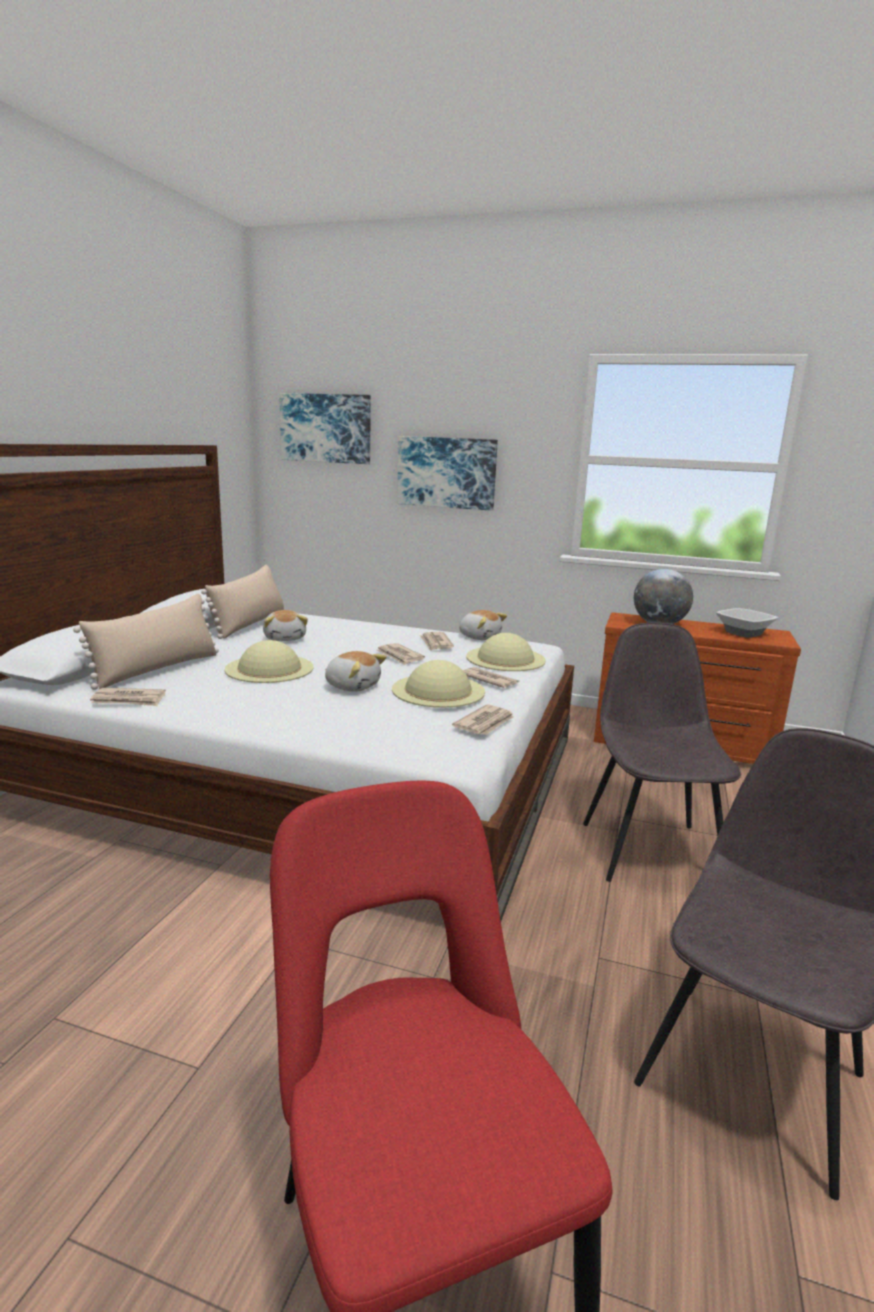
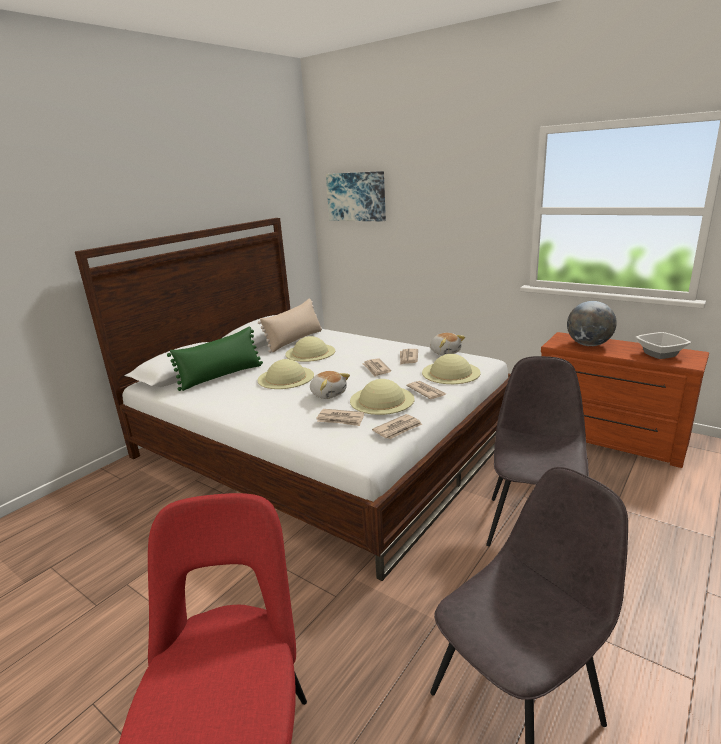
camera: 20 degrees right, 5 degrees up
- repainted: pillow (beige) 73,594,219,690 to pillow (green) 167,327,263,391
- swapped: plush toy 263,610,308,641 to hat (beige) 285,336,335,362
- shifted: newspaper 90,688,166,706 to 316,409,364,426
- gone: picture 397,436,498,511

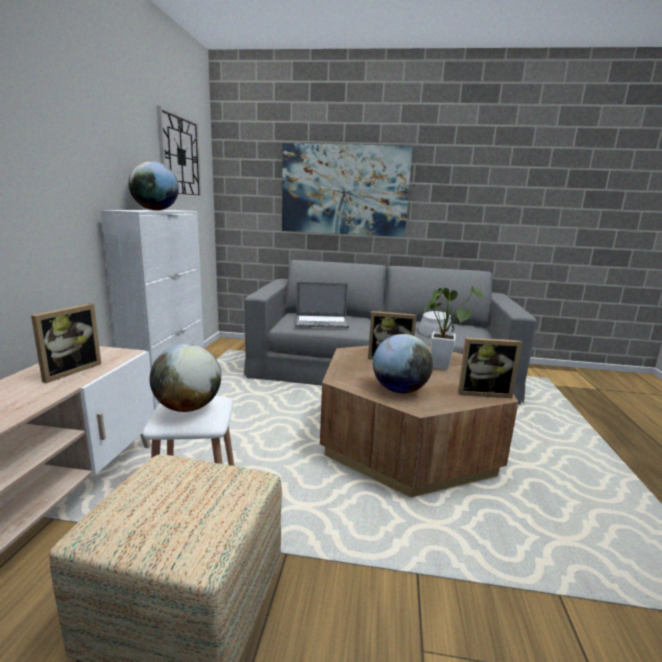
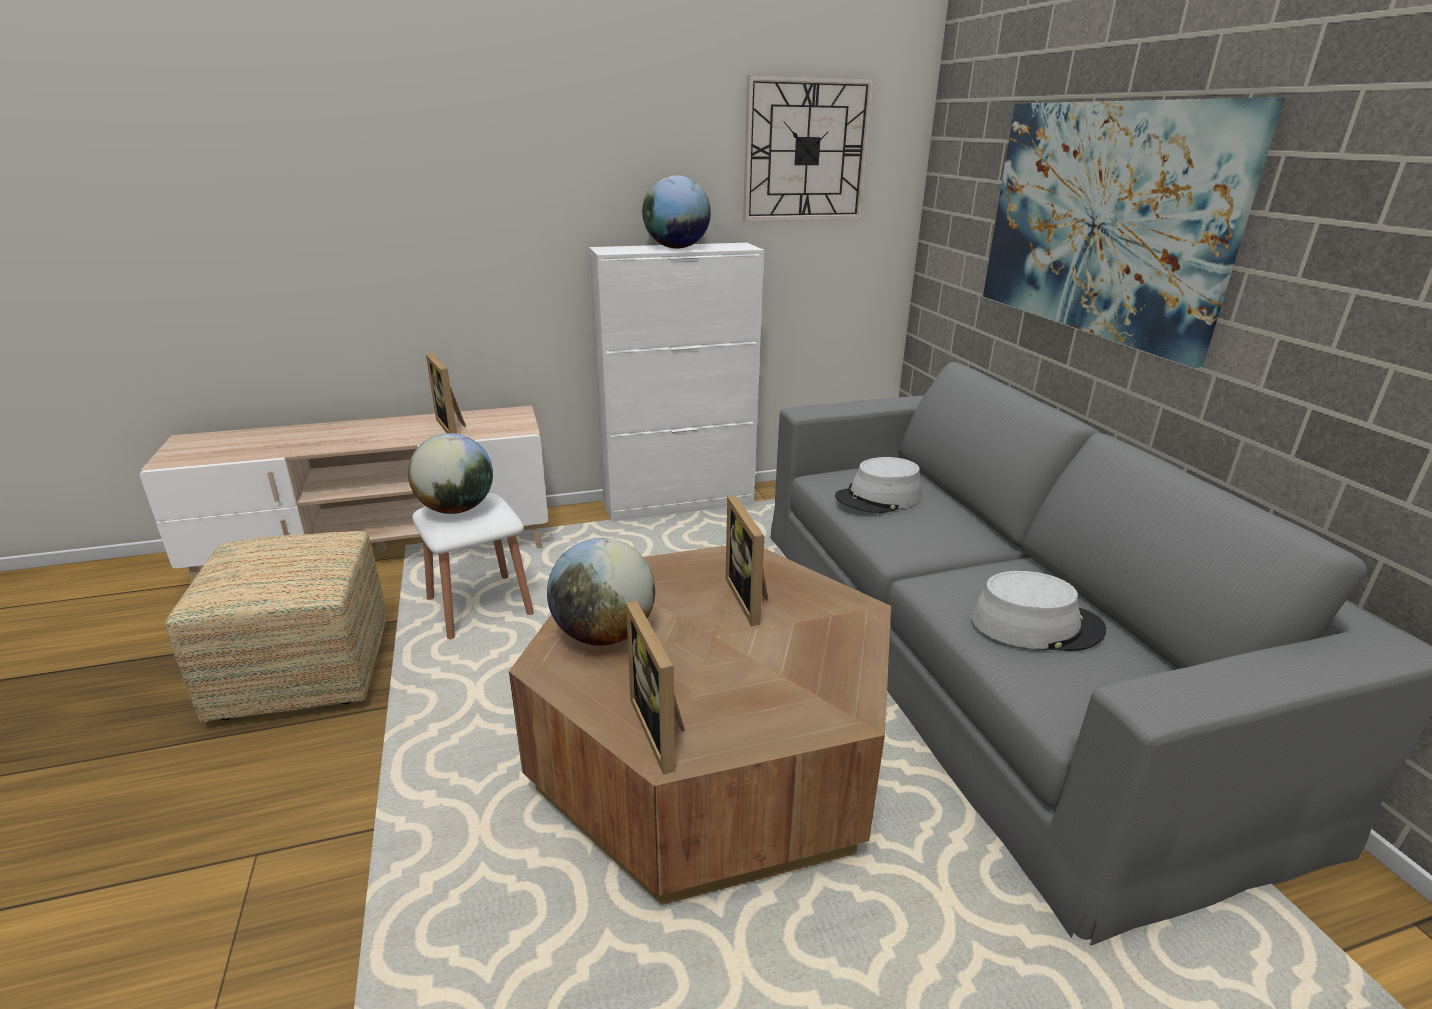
camera: 65 degrees right, 10 degrees up
- rotated: picture frame 31,303,101,383 = 426,354,466,434 60 degrees clockwise
- swapped: laptop 295,282,349,328 to hat (grey) 835,457,922,514
- gone: potted plant 423,287,484,370

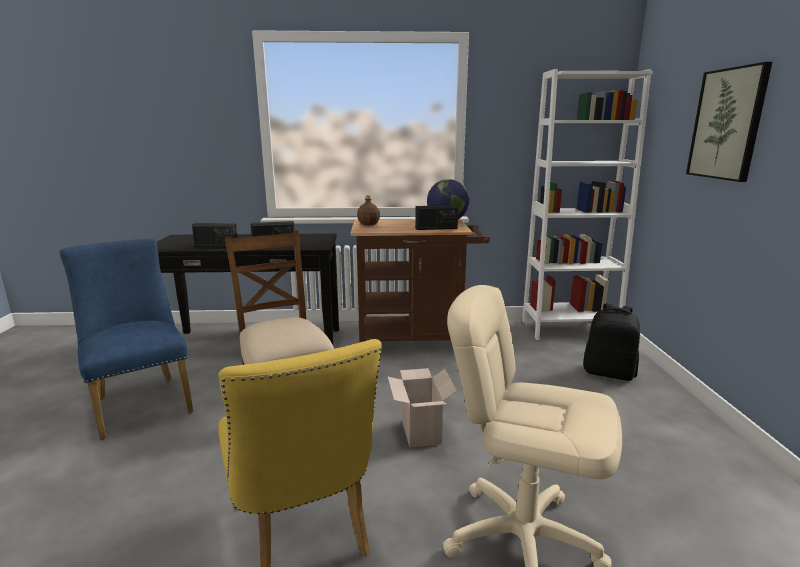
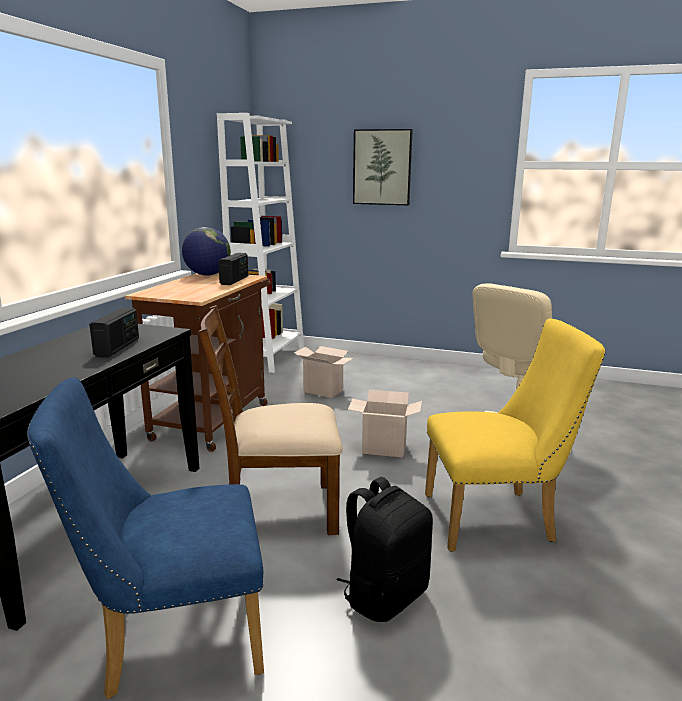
camera: 70 degrees left, 0 degrees up
- new: cardboard box 294,346,354,398
- shifted: backpack (black) 583,303,640,381 to 336,477,433,622
- gone: radio 192,223,237,248
- gone: bottle (brown) 357,195,380,226

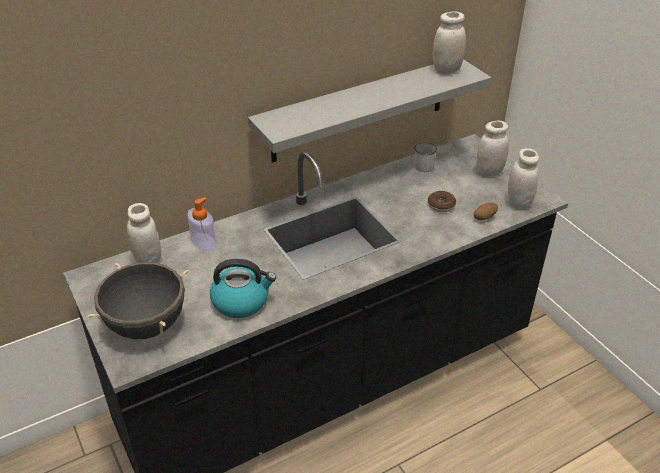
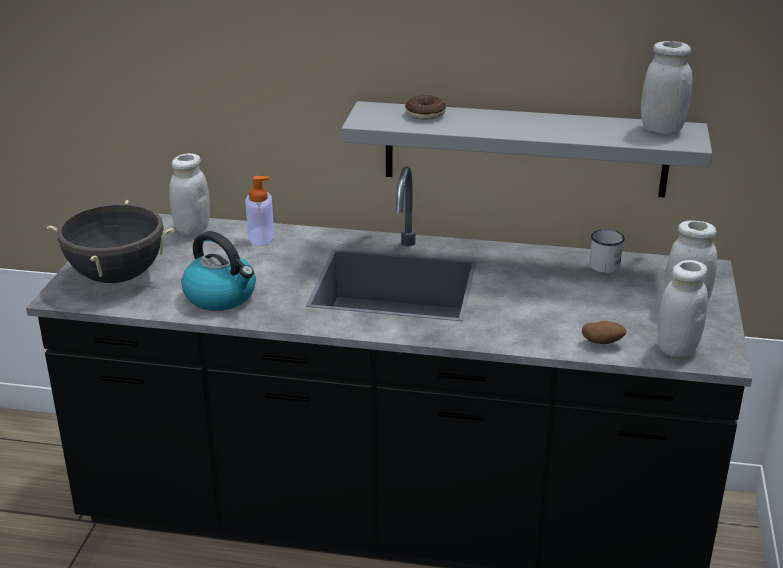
camera: 40 degrees right, 10 degrees down
- shifted: donut 428,191,456,212 to 405,95,446,120

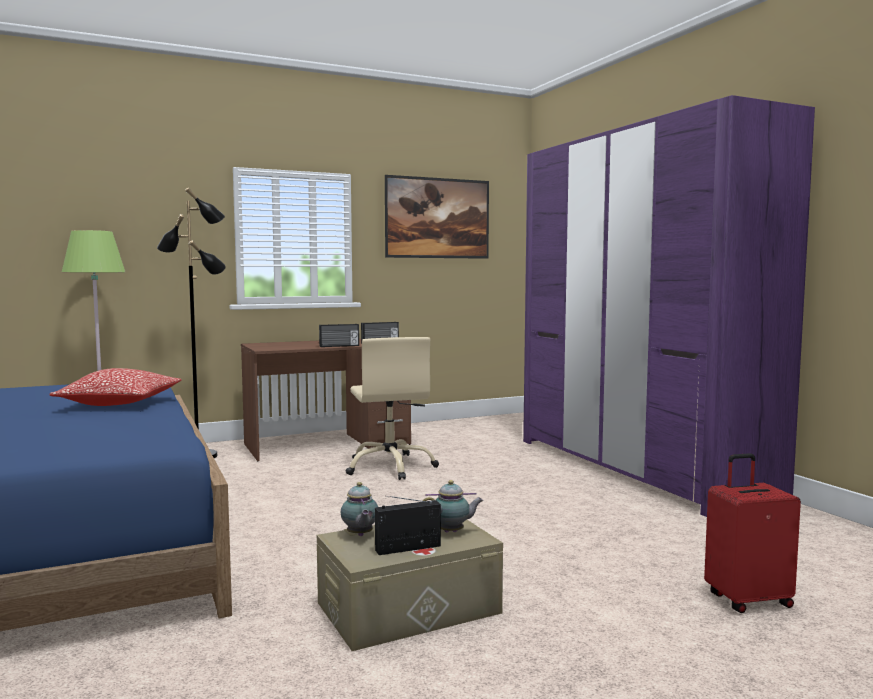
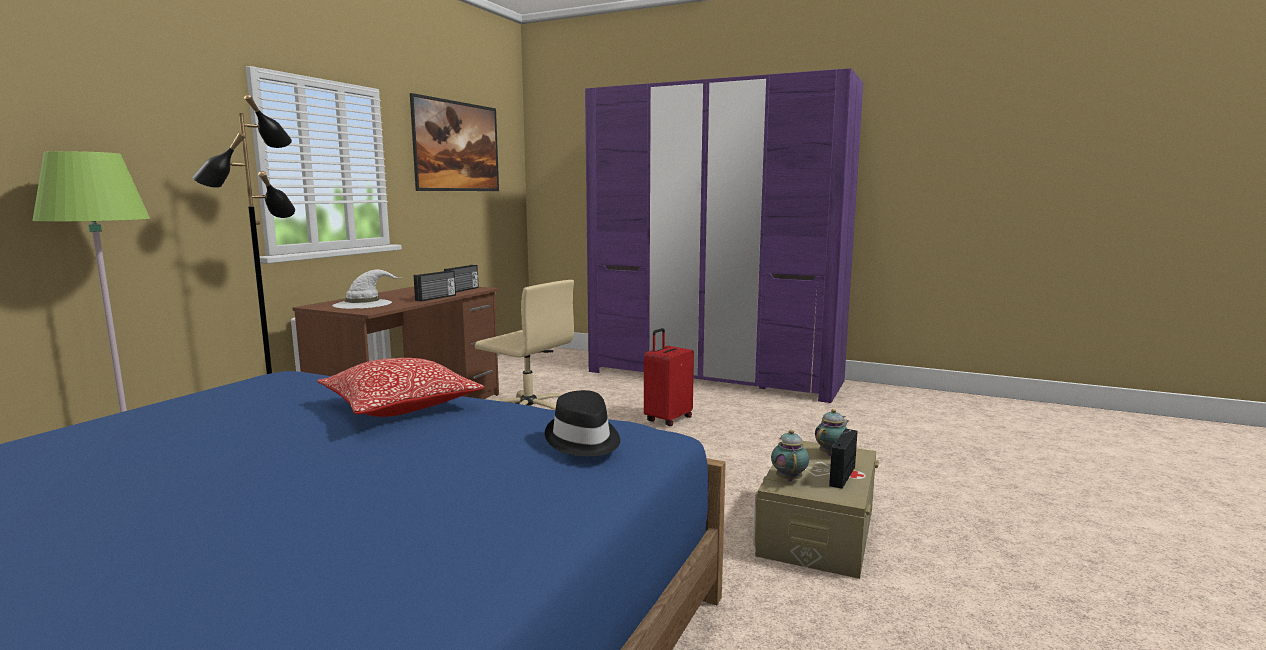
camera: 40 degrees left, 5 degrees up
- new: hat (white) 333,269,402,309
- new: hat (black) 545,390,620,456
- shifted: suitcase (red) 704,453,801,613 to 644,328,694,426
- rotated: teapot 341,482,378,536 = 771,430,809,482 120 degrees counterclockwise

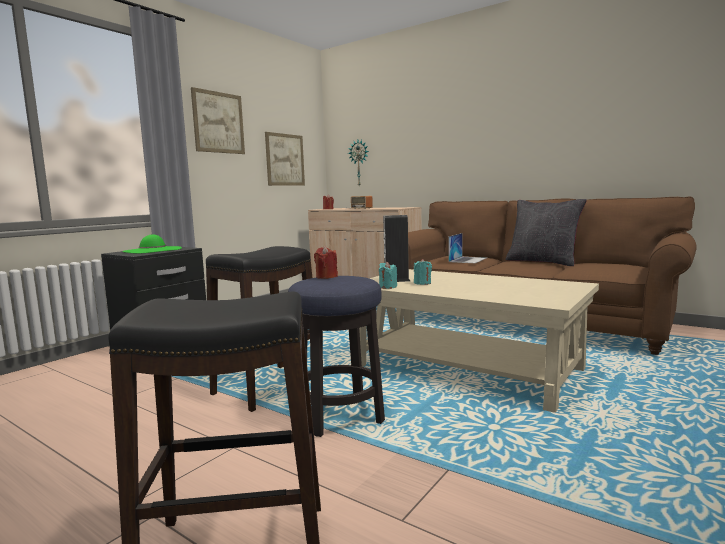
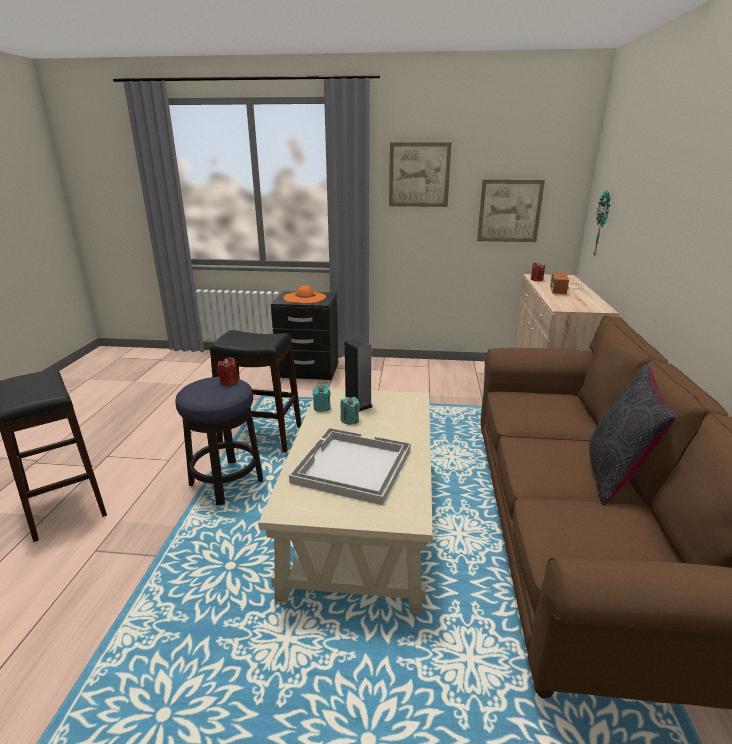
camera: 60 degrees right, 15 degrees up
- repainted: hat (green) 122,235,182,253 to hat (orange) 284,285,326,303
- new: tray (white) 289,428,411,505
- gone: laptop 449,233,486,263

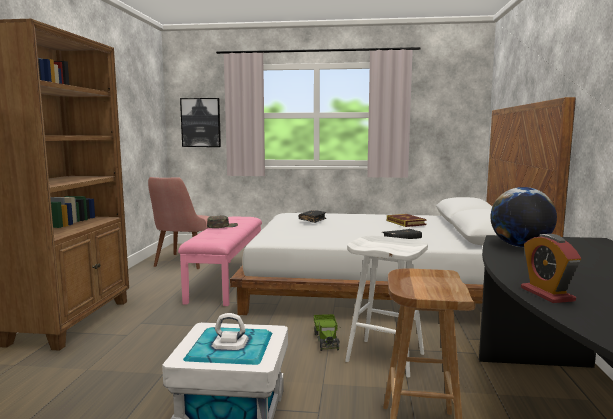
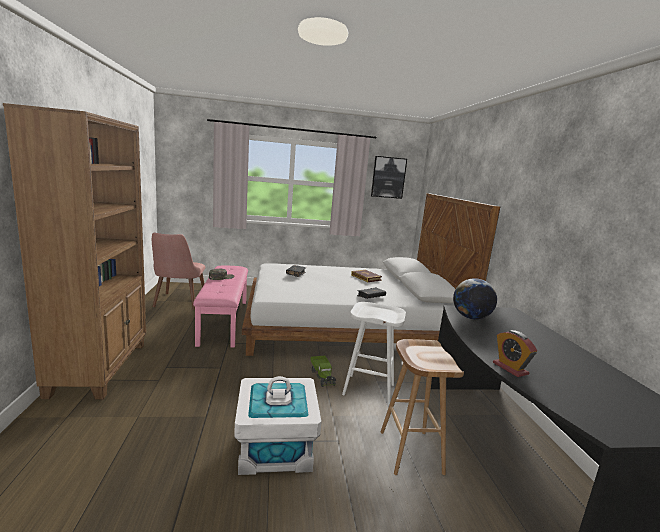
camera: 15 degrees left, 5 degrees up
- shifted: picture 180,98,221,147 to 371,156,407,199

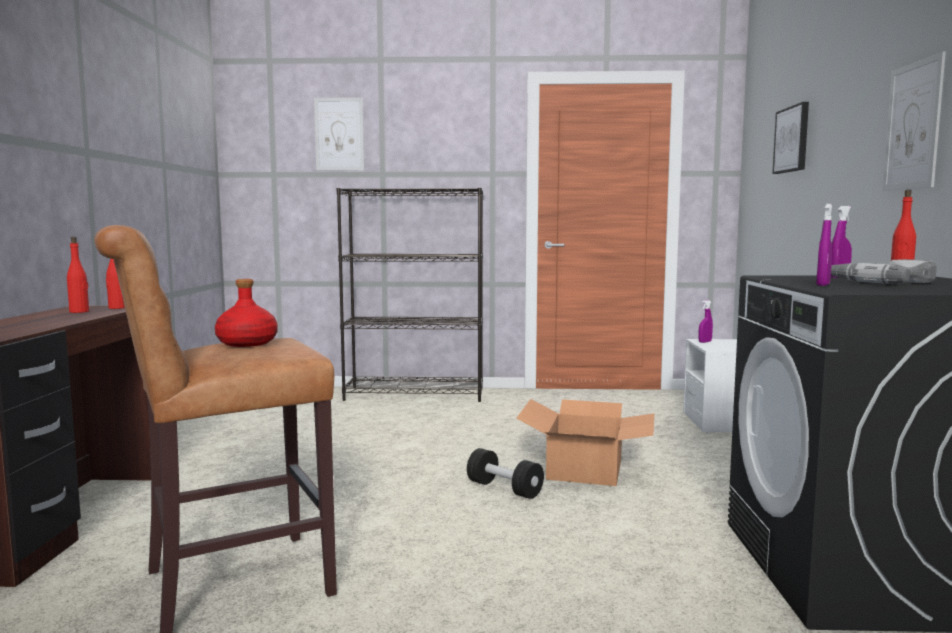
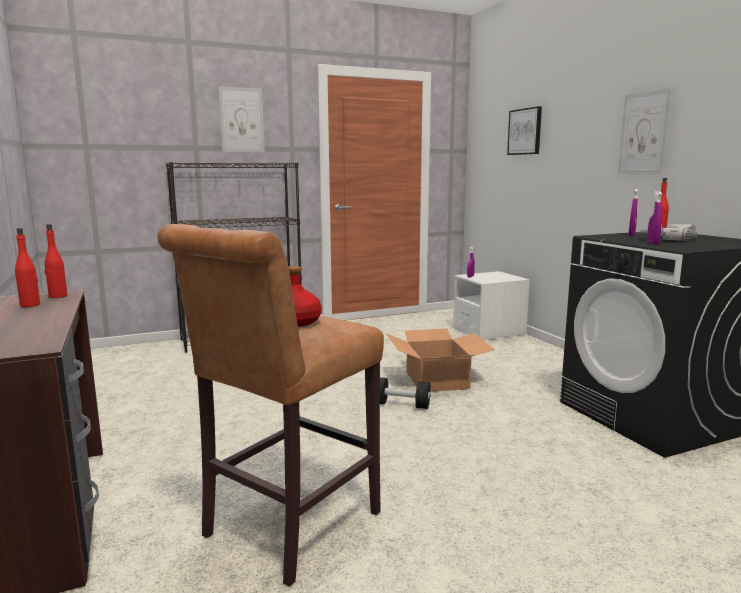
camera: 25 degrees left, 5 degrees up
- shifted: picture 314,97,364,170 to 218,86,265,152

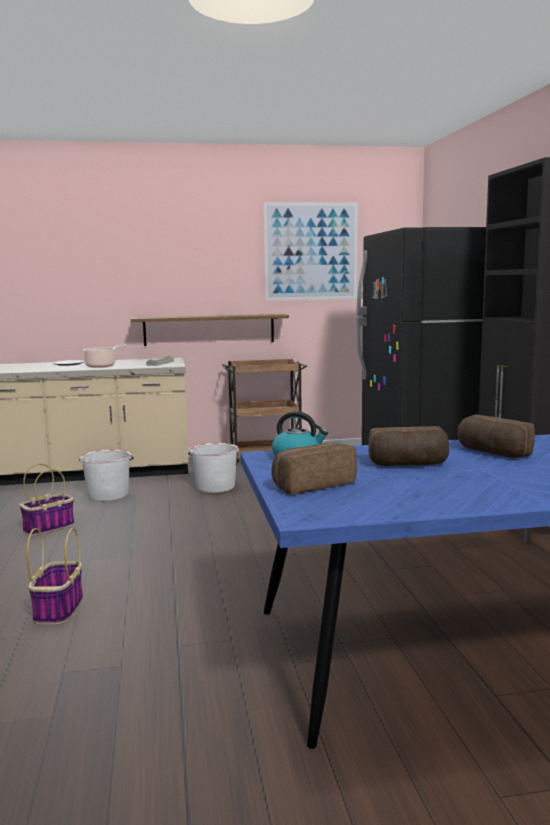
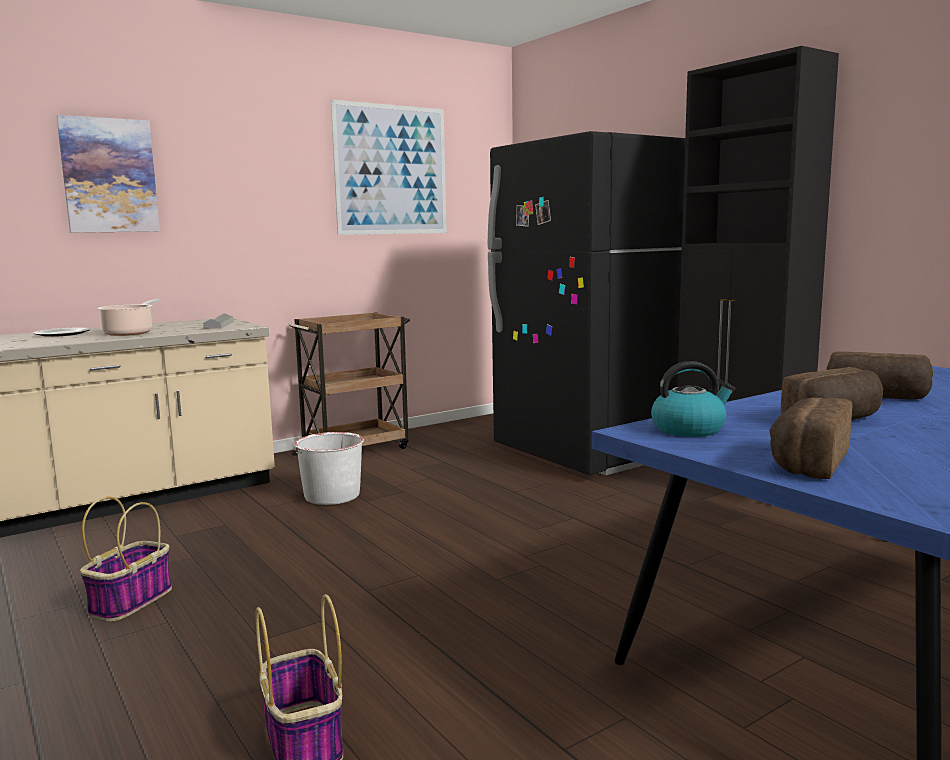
camera: 25 degrees left, 0 degrees up
- new: picture 56,115,160,233
- gone: bucket (white) 79,449,133,501
- gone: shelf 131,314,289,346

